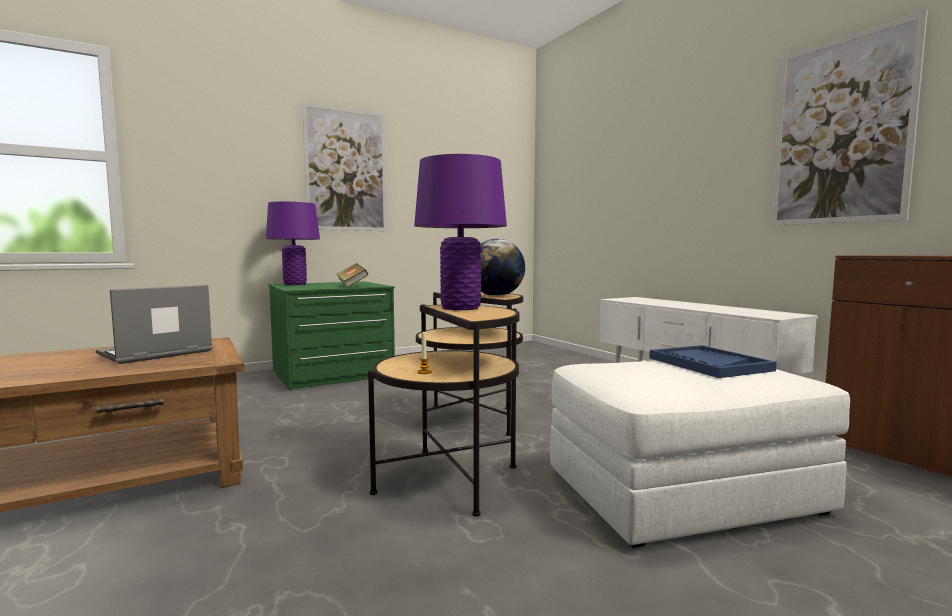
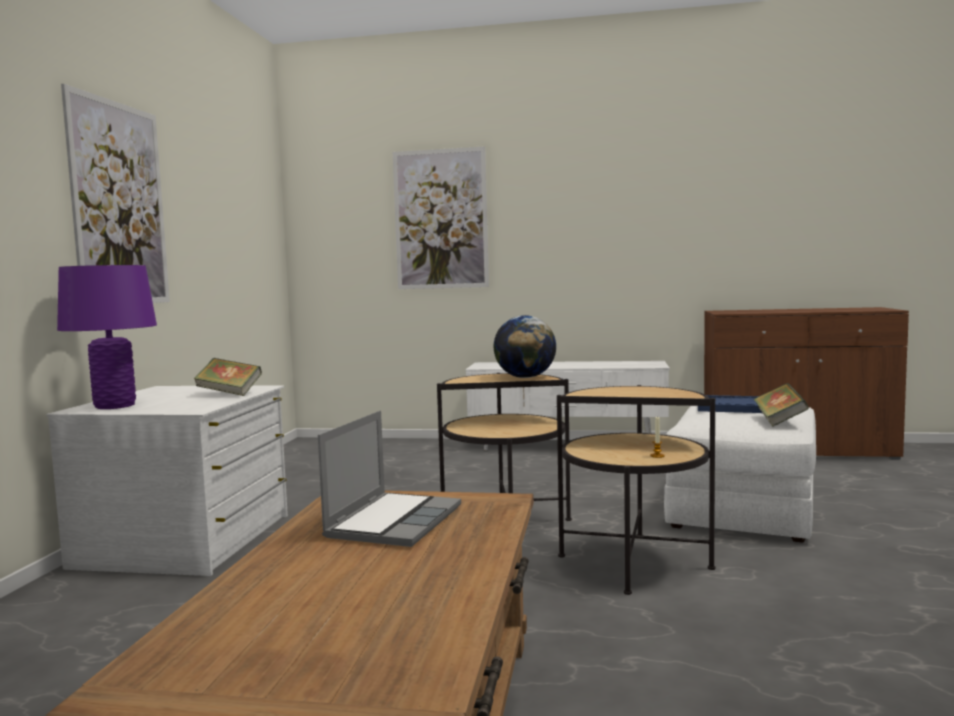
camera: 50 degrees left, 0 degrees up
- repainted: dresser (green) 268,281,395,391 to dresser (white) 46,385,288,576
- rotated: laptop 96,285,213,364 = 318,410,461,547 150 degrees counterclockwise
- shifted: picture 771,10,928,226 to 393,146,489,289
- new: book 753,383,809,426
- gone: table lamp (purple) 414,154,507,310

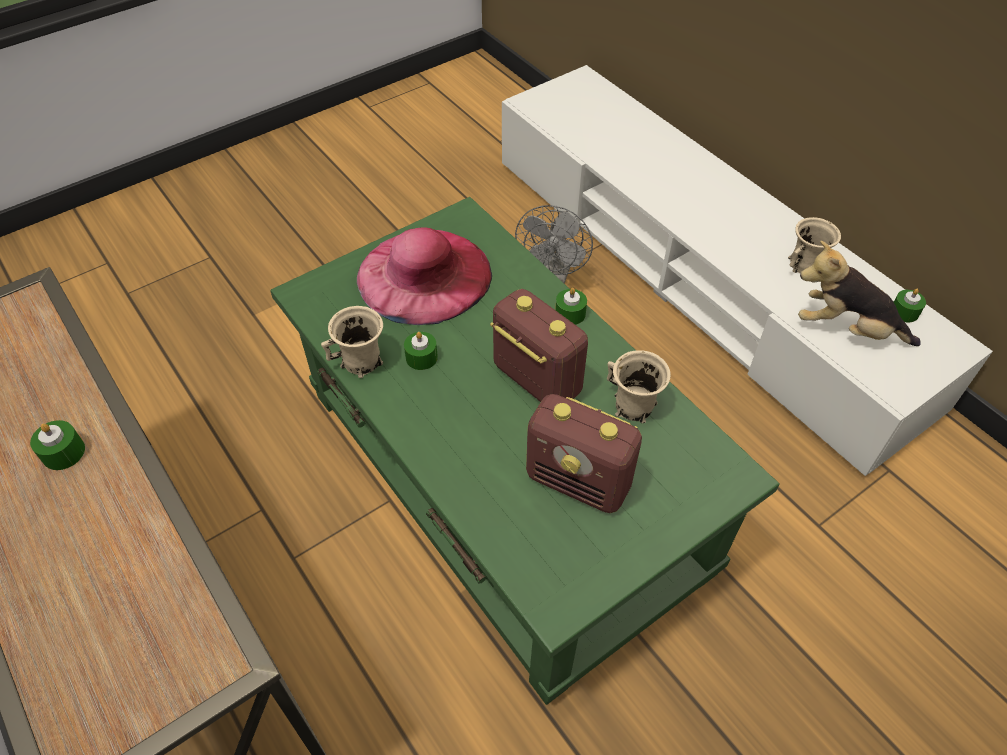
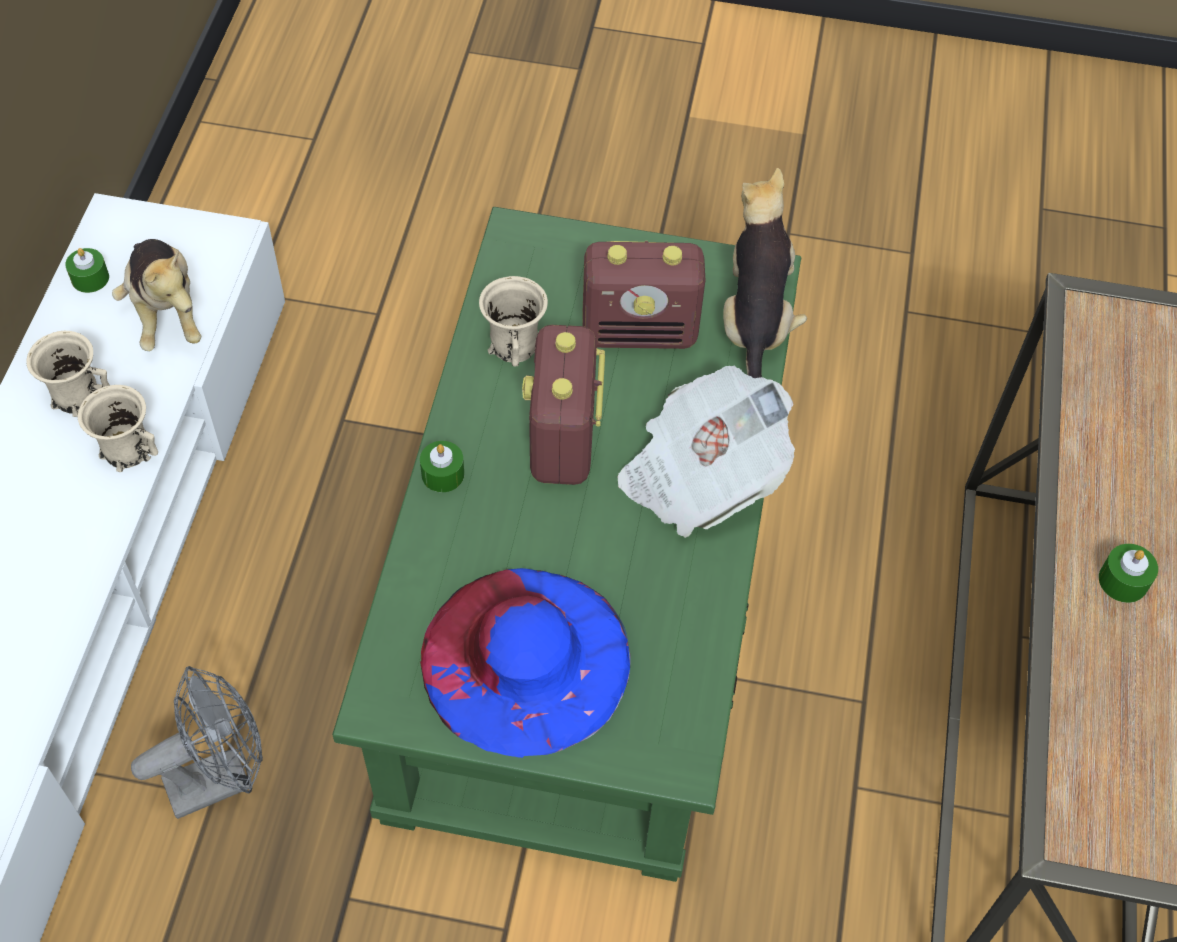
camera: 135 degrees left, 5 degrees up
- shifted: mug (beige) 321,306,383,378 to 78,385,158,472
- repainted: hat (pink) 357,227,492,325 to hat (blue) 420,568,631,758
- rotated: radio 526,394,642,513 = 583,241,705,349 105 degrees clockwise
- new: newspaper 618,366,795,538
- new: plush toy 723,168,807,378
- gone: candle (green) 404,332,438,370

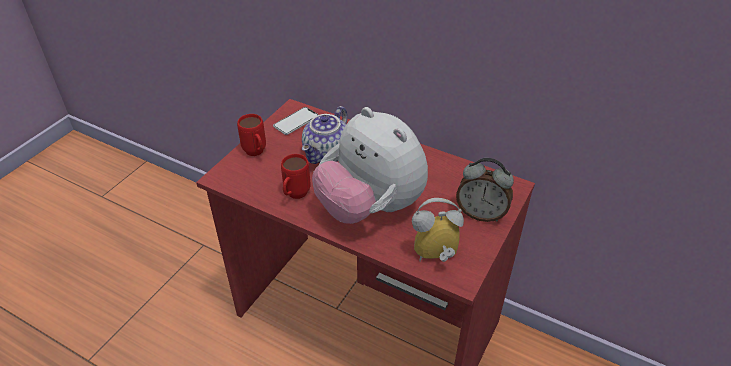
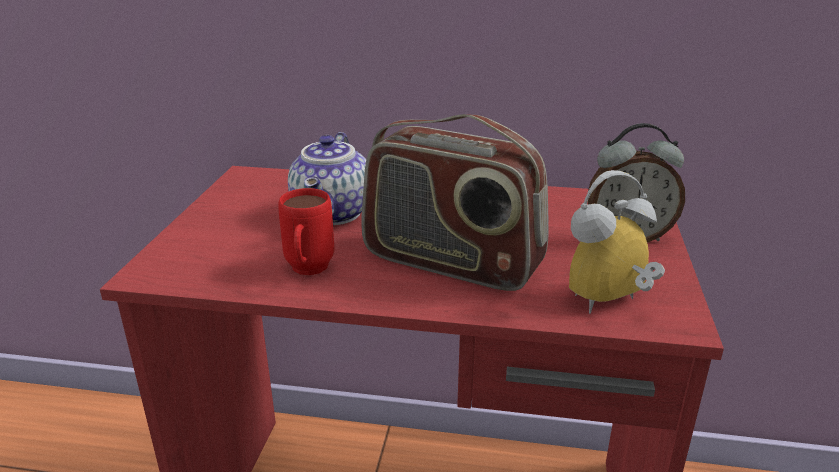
camera: 20 degrees left, 15 degrees down
- swapped: plush toy 312,107,428,224 to radio 361,114,549,291
- gone: mug (red) 237,114,266,156
- gone: phone 273,107,318,135

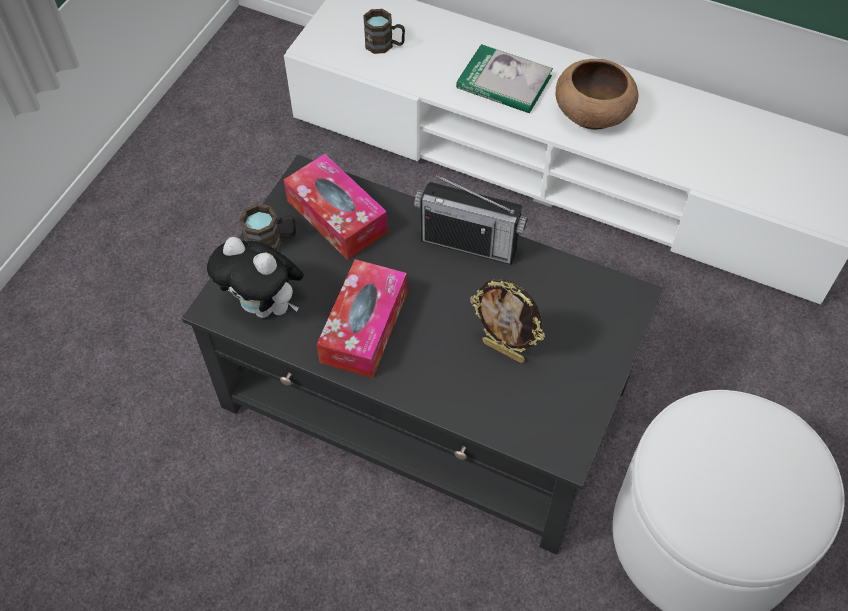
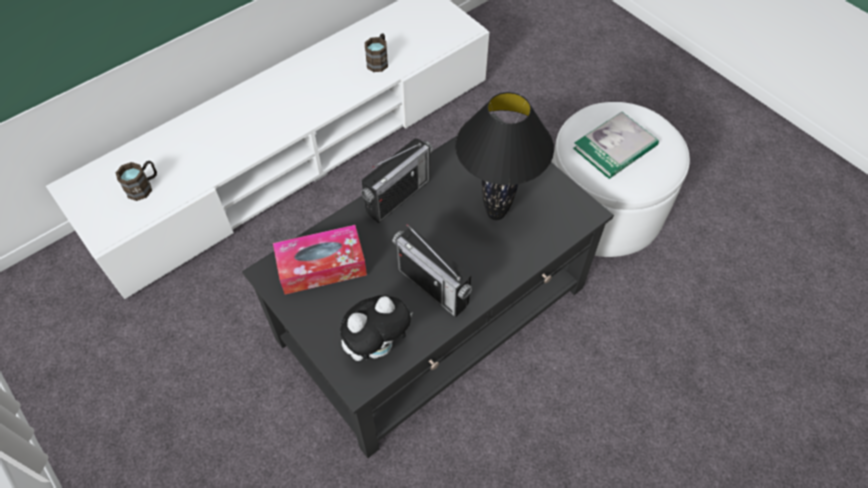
camera: 65 degrees left, 0 degrees up
- shifted: mug (brown) 239,203,296,251 to 365,33,388,72
- swapped: tissue box 317,259,407,378 to radio 392,224,472,318
- swapped: picture frame 470,279,545,363 to table lamp (black) 455,92,554,220
- shifted: book 456,44,553,113 to 573,111,659,179
- gone: bowl (brown) 556,59,639,130

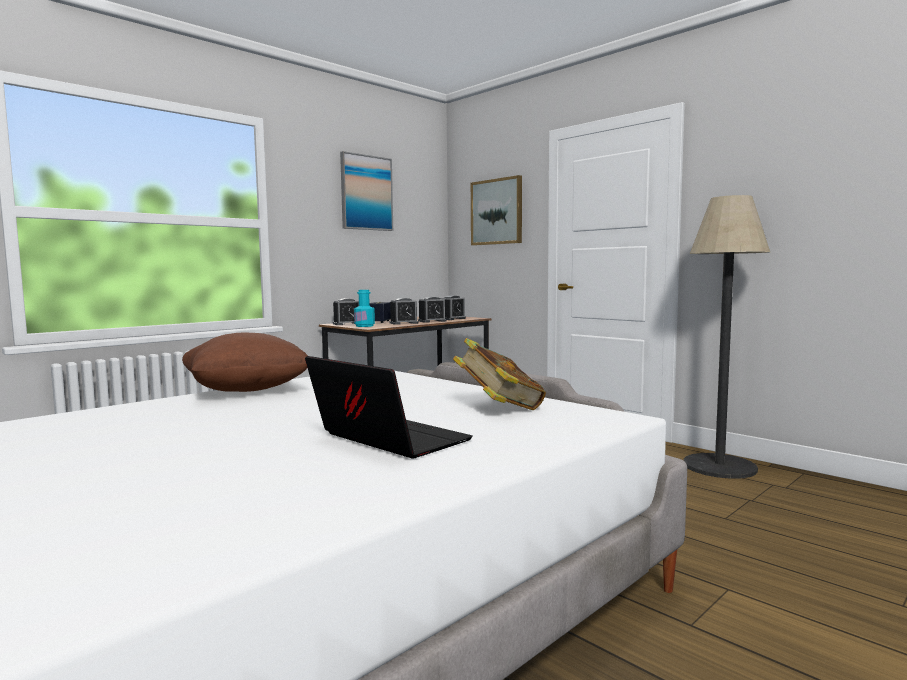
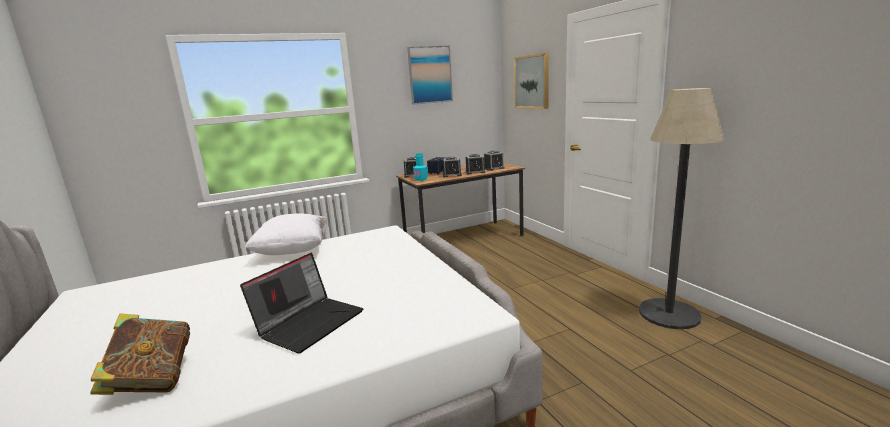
camera: 20 degrees right, 10 degrees up
- shifted: book 453,338,546,410 to 91,314,190,395
- rotated: laptop 305,356,473,459 = 240,253,363,353 60 degrees clockwise
- repainted: pillow (brown) 182,333,308,392 to pillow (white) 245,214,328,255

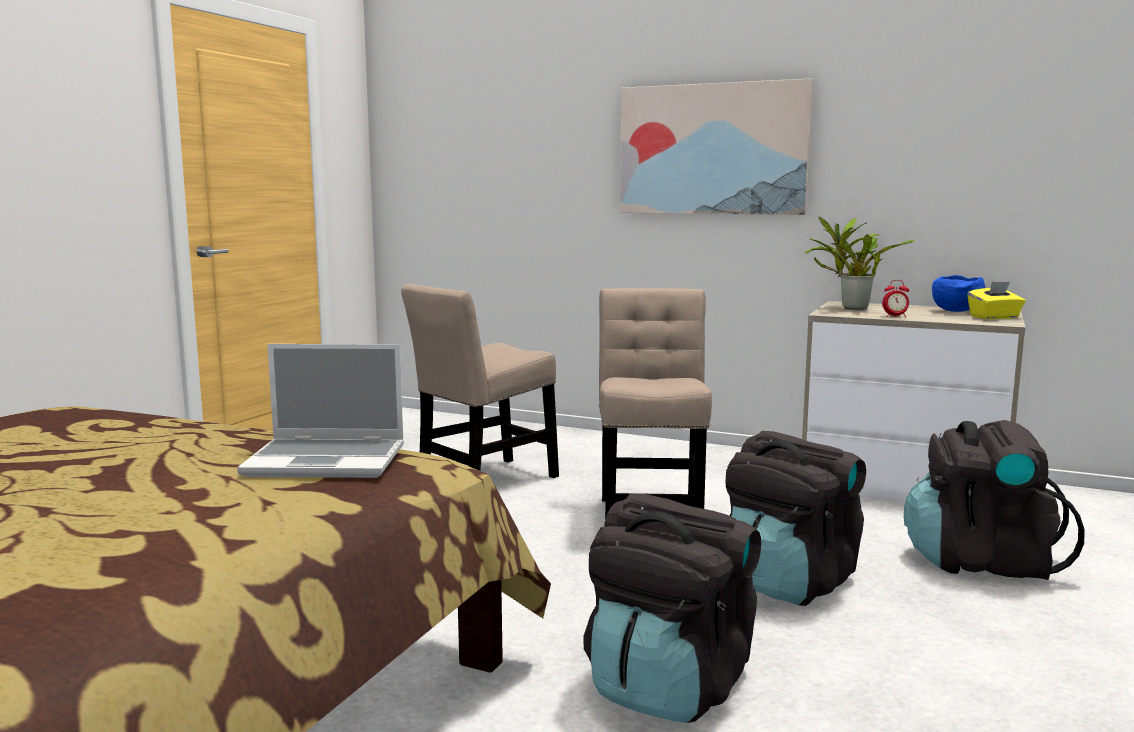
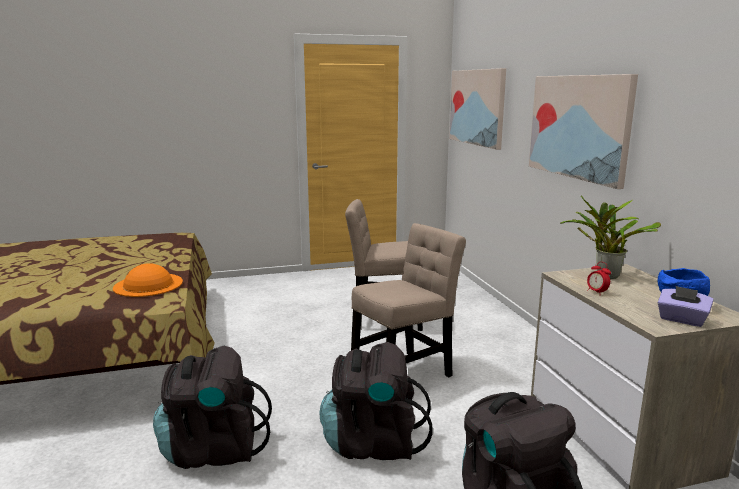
camera: 50 degrees right, 5 degrees up
- swapped: laptop 237,344,404,478 to hat (orange) 113,263,183,297
- new: picture 449,68,506,150
- repainted: tissue box (yellow) 967,281,1025,319 to tissue box (purple) 658,286,714,327

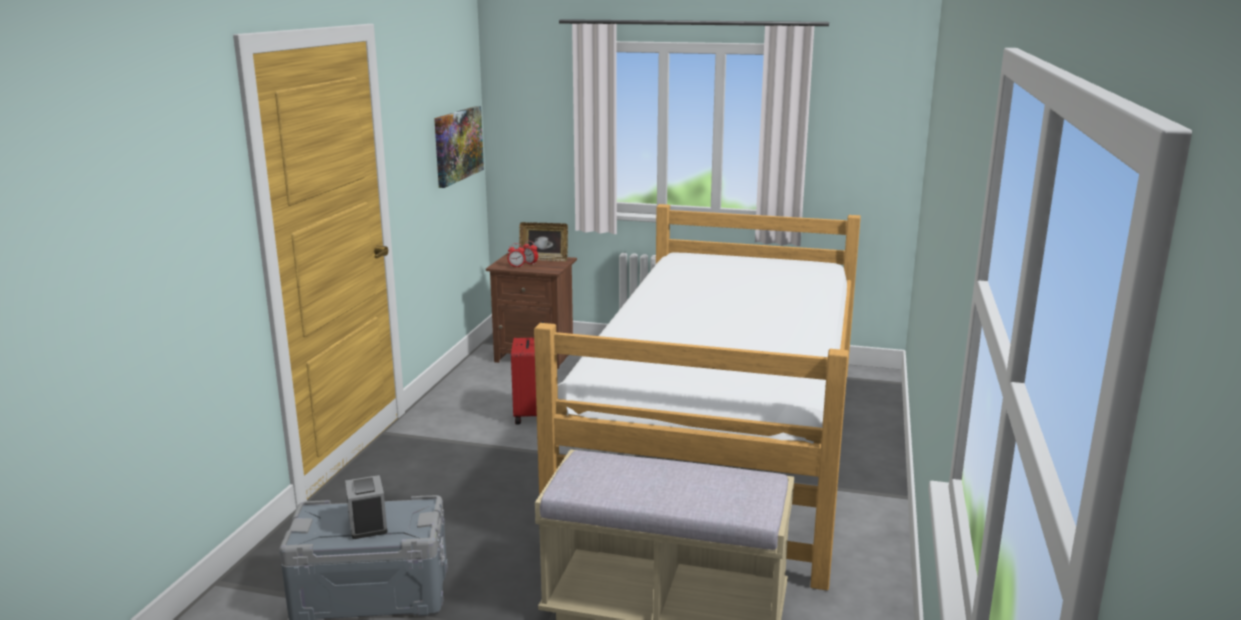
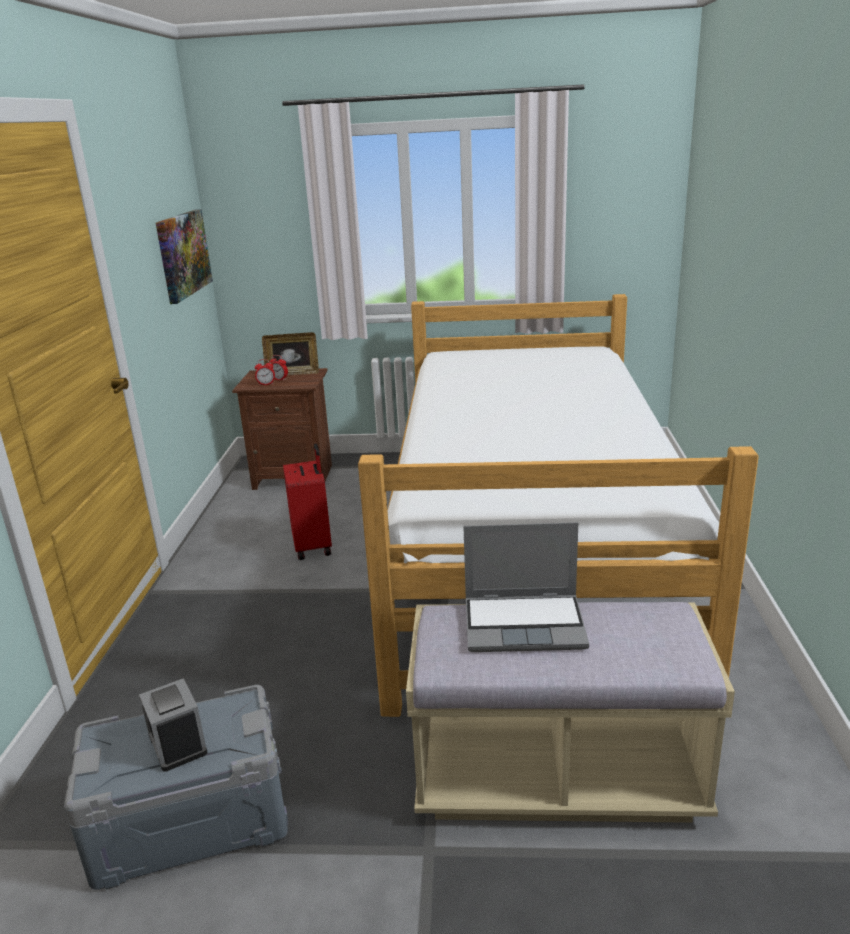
camera: 10 degrees left, 5 degrees up
- new: laptop 463,522,589,652

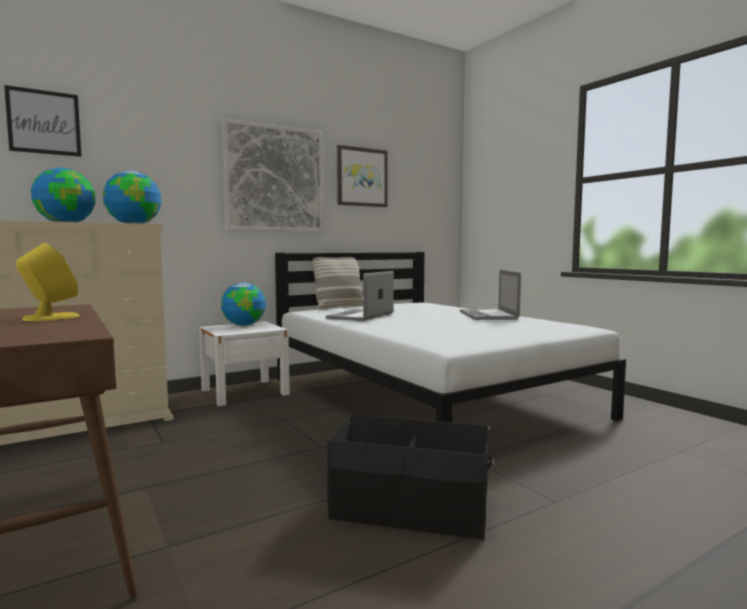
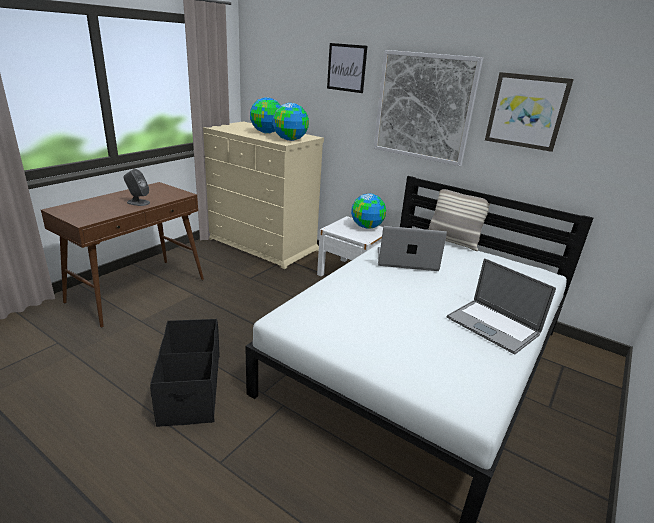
camera: 65 degrees right, 20 degrees up
- repainted: speaker (yellow) 16,243,80,321 to speaker (grey) 123,169,150,206
- shifted: picture 4,85,81,157 to 327,43,367,93
- rotated: laptop 460,270,521,320 = 446,258,556,354 105 degrees counterclockwise

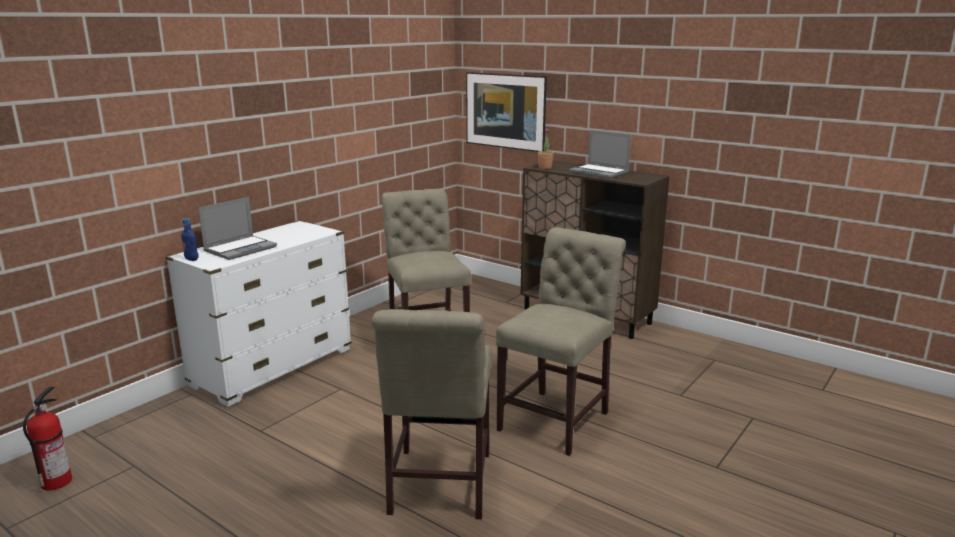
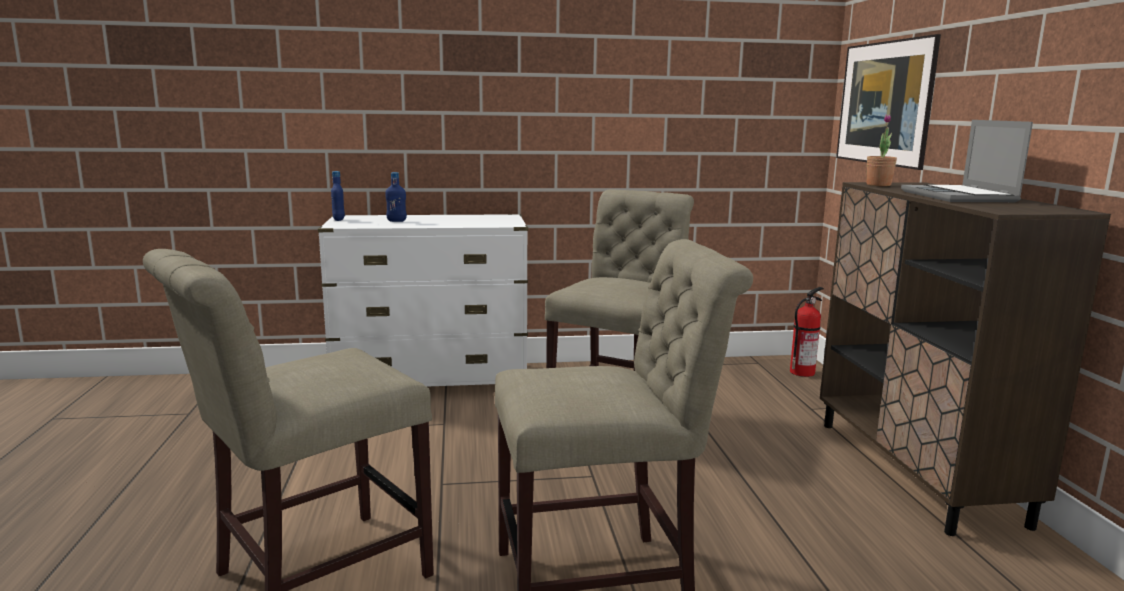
camera: 45 degrees right, 5 degrees down
- swapped: laptop 198,197,277,260 to bottle (blue) 385,172,407,222
- shifted: fire extinguisher 23,386,72,490 to 790,287,824,377

